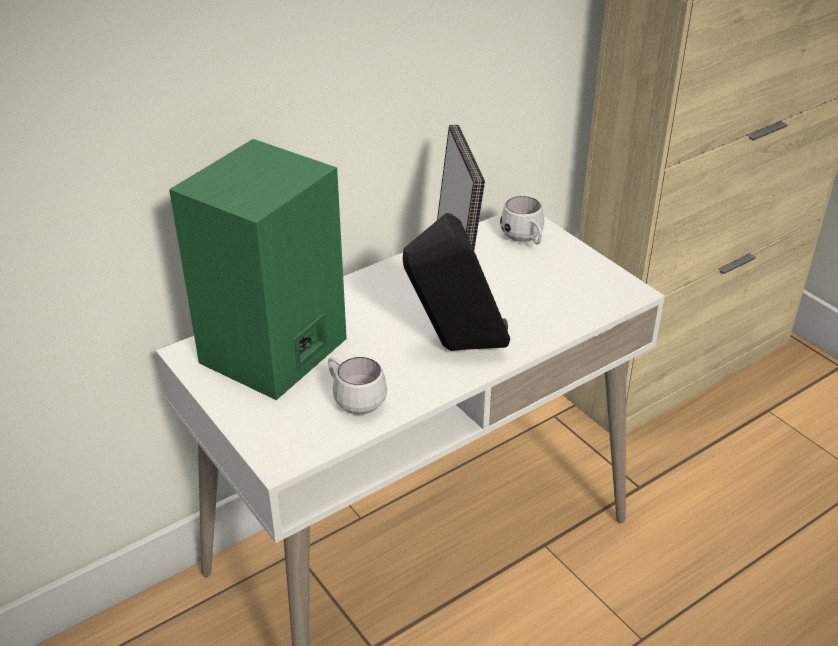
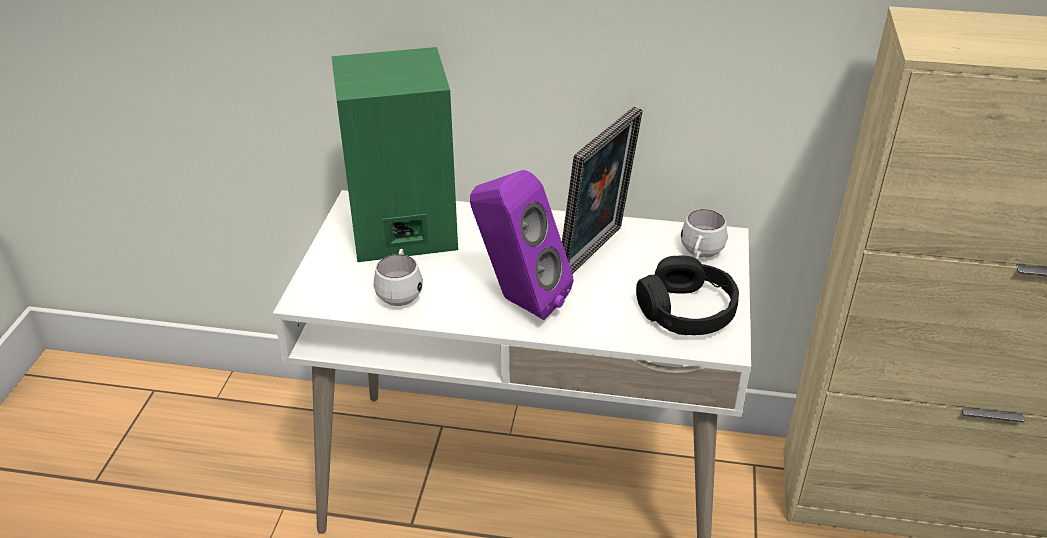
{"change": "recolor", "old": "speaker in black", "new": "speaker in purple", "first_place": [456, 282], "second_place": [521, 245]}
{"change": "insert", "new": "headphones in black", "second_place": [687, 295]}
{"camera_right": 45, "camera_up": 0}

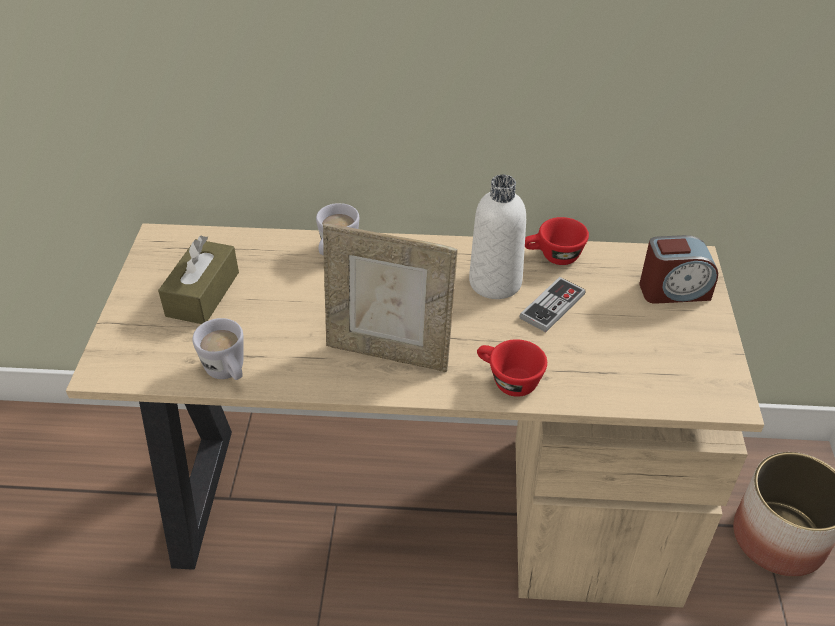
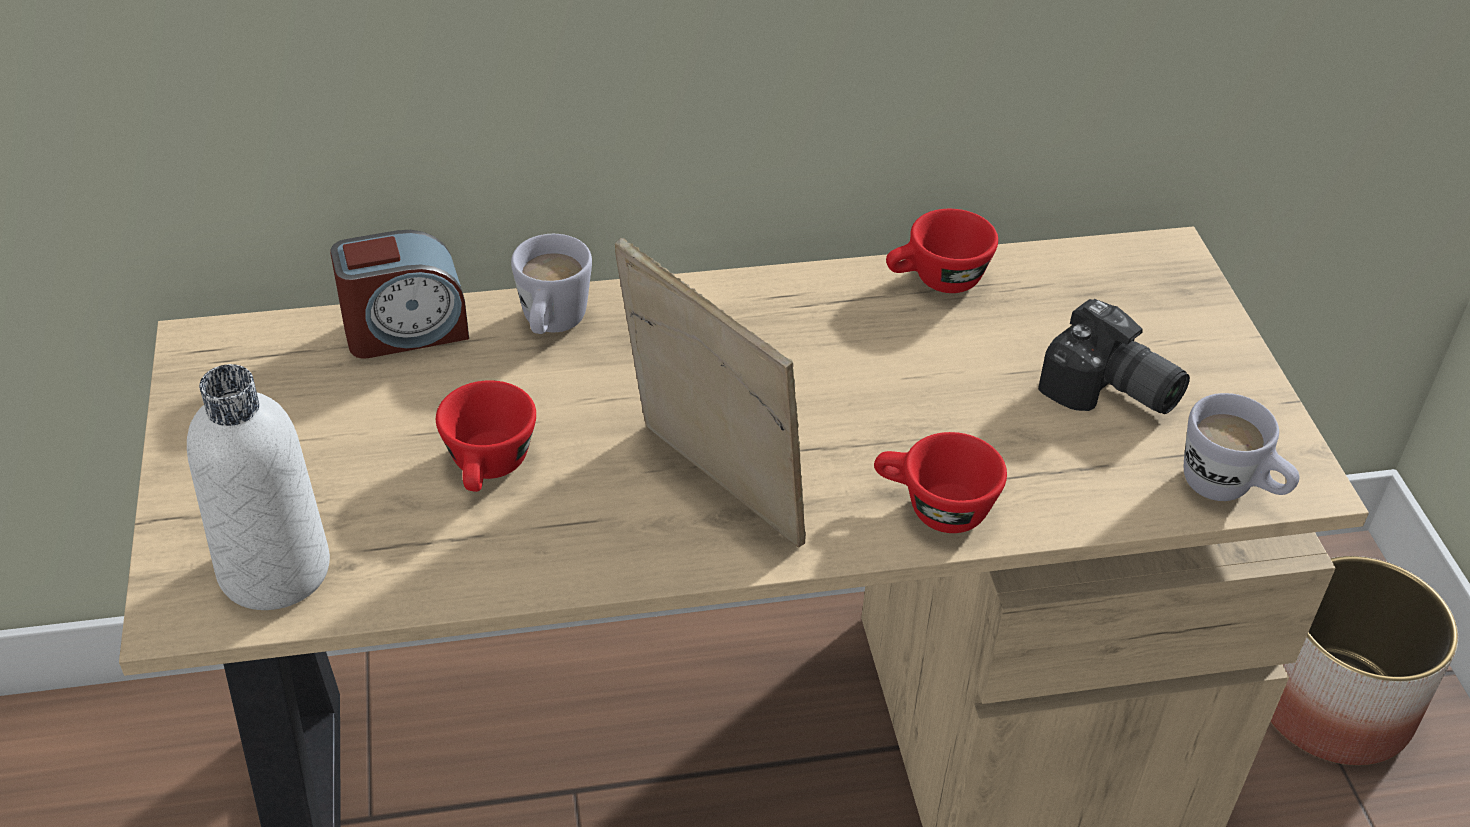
{"change": "move", "old": "bottle in white", "first_place": [497, 237], "second_place": [258, 487]}
{"change": "move", "old": "alarm clock", "first_place": [678, 269], "second_place": [399, 294]}
{"change": "insert", "new": "cup in red", "second_place": [486, 436]}
{"change": "rotate", "old": "picture frame", "first_place": [390, 297], "second_place": [710, 393], "degrees": -135}
{"change": "insert", "new": "photo camera", "second_place": [1114, 356]}
{"change": "move", "old": "mug in white", "first_place": [218, 349], "second_place": [1241, 447]}
{"change": "delete", "old": "tissue box in brown", "first_place": [198, 279]}
{"change": "delete", "old": "game controller", "first_place": [552, 304]}
{"camera_right": -15, "camera_up": 0}

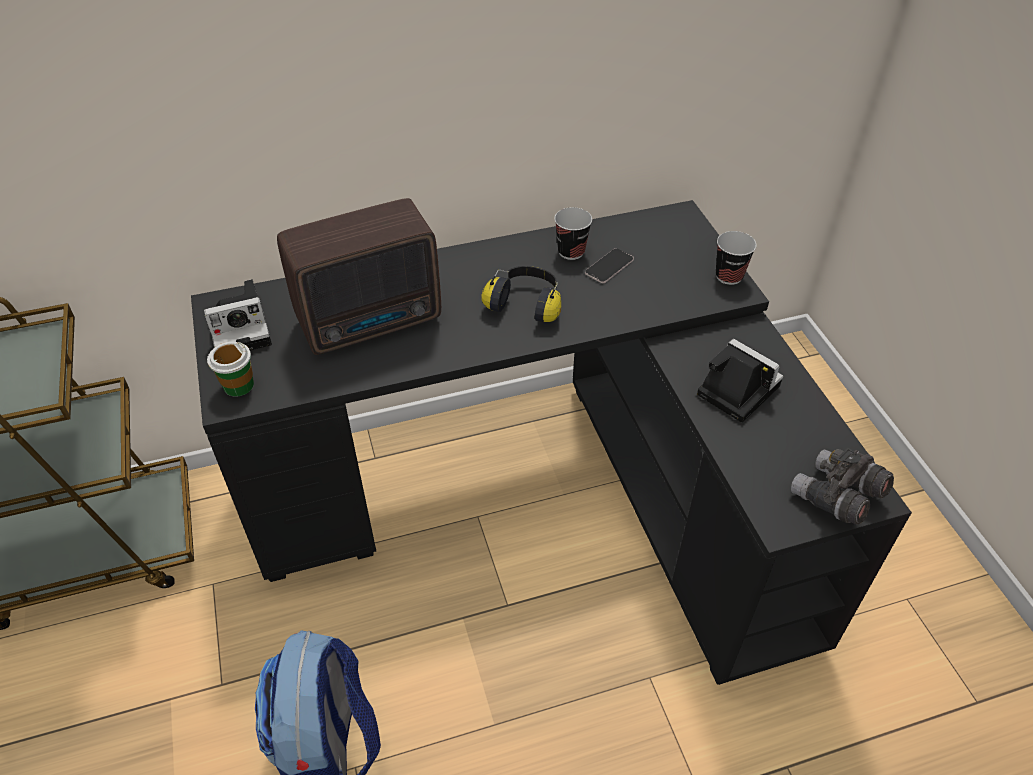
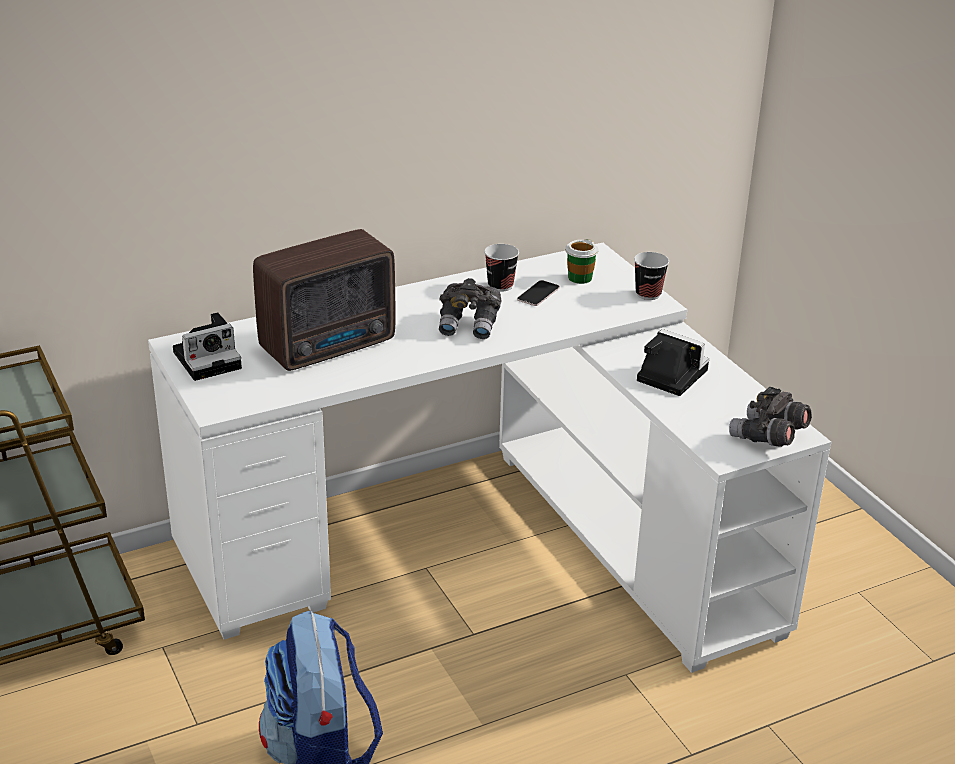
{"change": "recolor", "old": "desk in black", "new": "desk in white", "first_place": [551, 442], "second_place": [489, 458]}
{"change": "replace", "old": "headphones", "new": "binoculars in grey", "first_place": [521, 294], "second_place": [470, 308]}
{"change": "move", "old": "cup", "first_place": [230, 368], "second_place": [581, 261]}
{"camera_right": -10, "camera_up": -15}

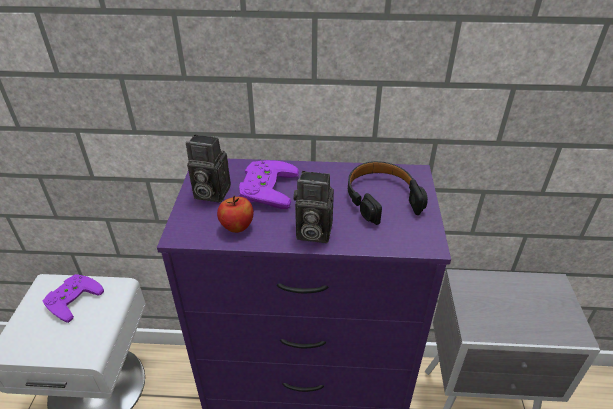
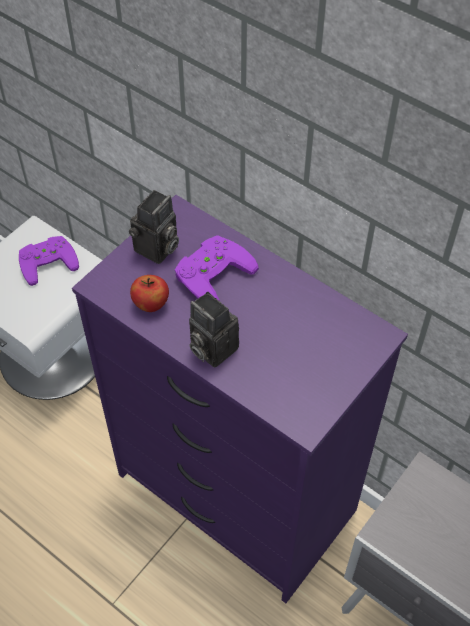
{"change": "rotate", "old": "photo camera", "first_place": [208, 169], "second_place": [154, 227], "degrees": -105}
{"change": "delete", "old": "headphones in black", "first_place": [388, 193]}
{"camera_right": 35, "camera_up": 15}

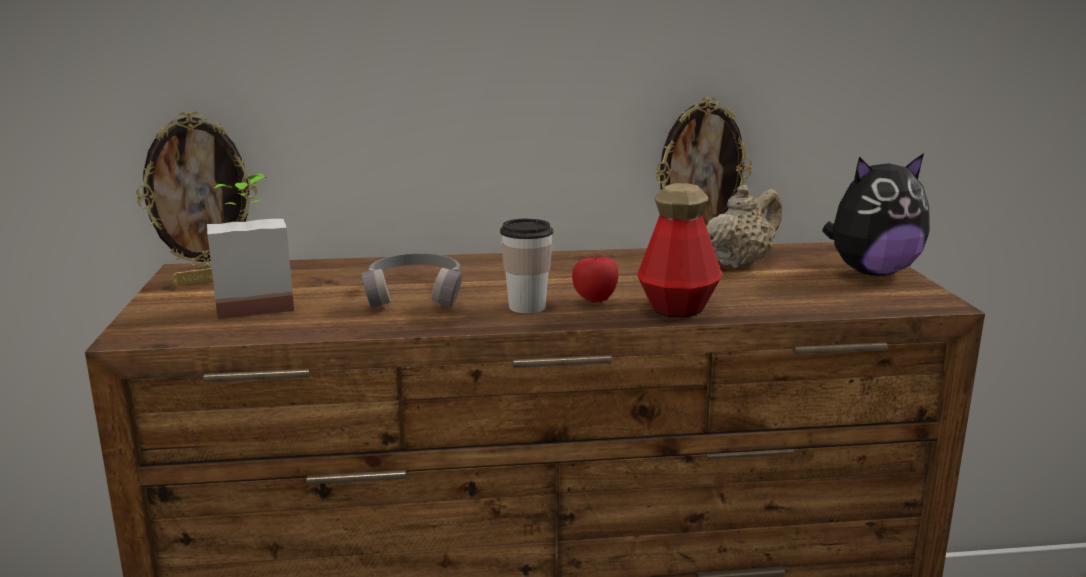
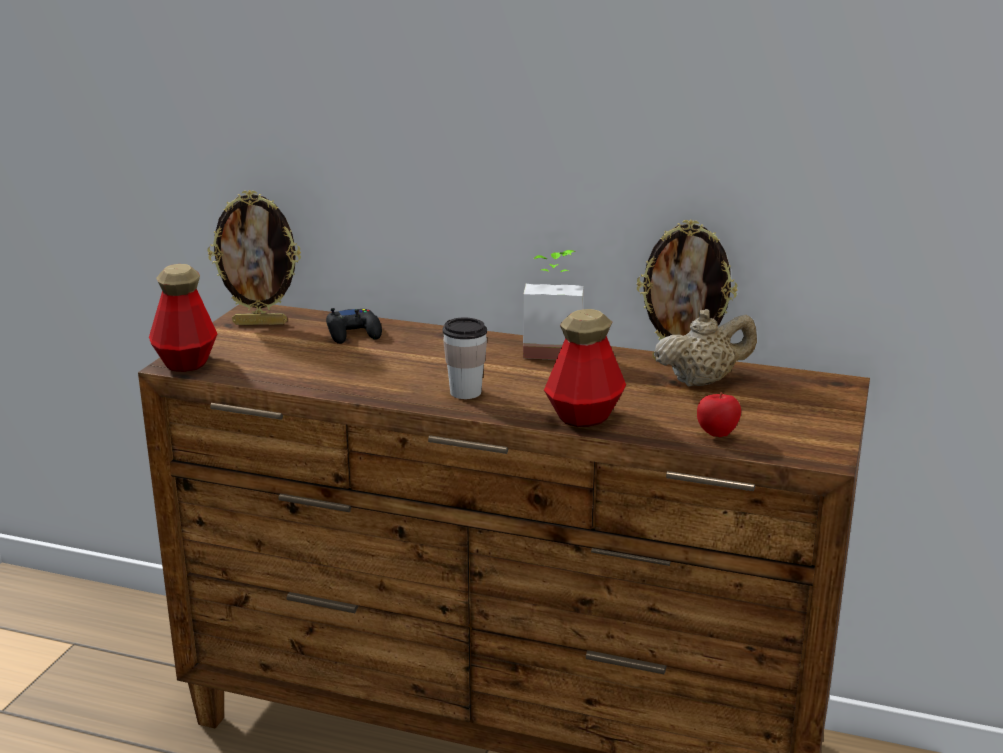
{"change": "insert", "new": "bottle", "second_place": [183, 318]}
{"change": "insert", "new": "game controller in black", "second_place": [354, 326]}
{"change": "move", "old": "potted plant", "first_place": [250, 246], "second_place": [553, 305]}
{"change": "move", "old": "apple", "first_place": [595, 278], "second_place": [719, 415]}
{"change": "delete", "old": "headphones in grey", "first_place": [412, 280]}
{"change": "delete", "old": "plush toy", "first_place": [876, 214]}
{"camera_right": 25, "camera_up": 5}

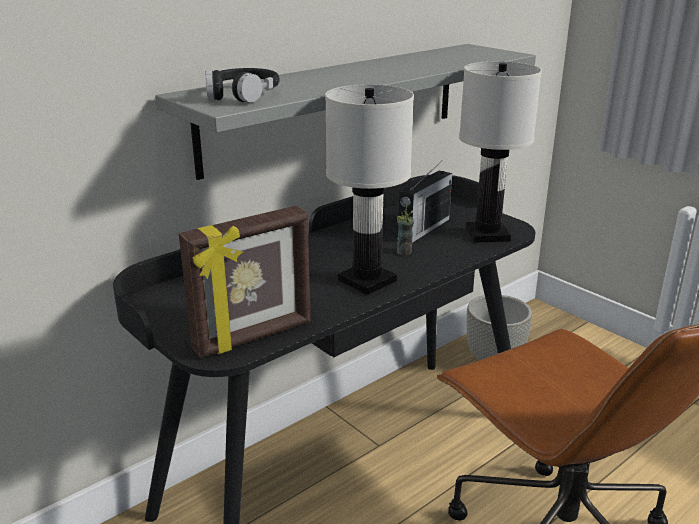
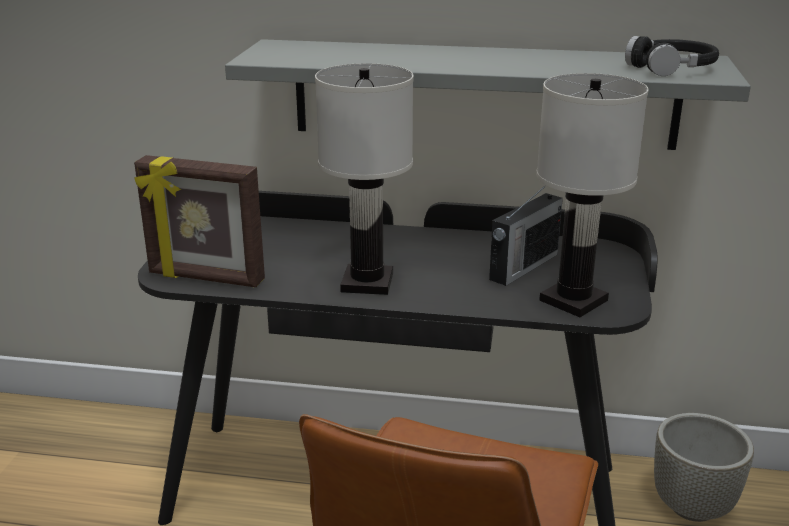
{"change": "rotate", "old": "radio", "first_place": [425, 203], "second_place": [526, 235], "degrees": -45}
{"change": "move", "old": "headphones in black", "first_place": [243, 85], "second_place": [672, 56]}
{"change": "delete", "old": "cup", "first_place": [405, 229]}
{"camera_right": 50, "camera_up": 0}

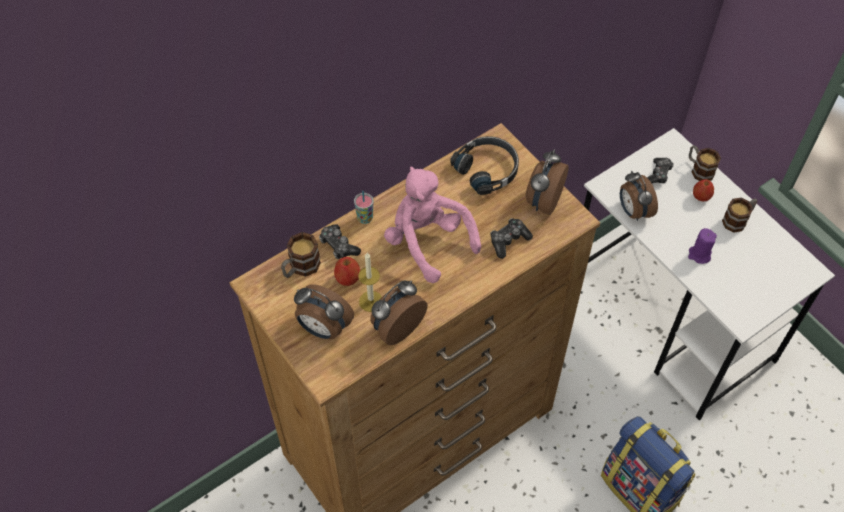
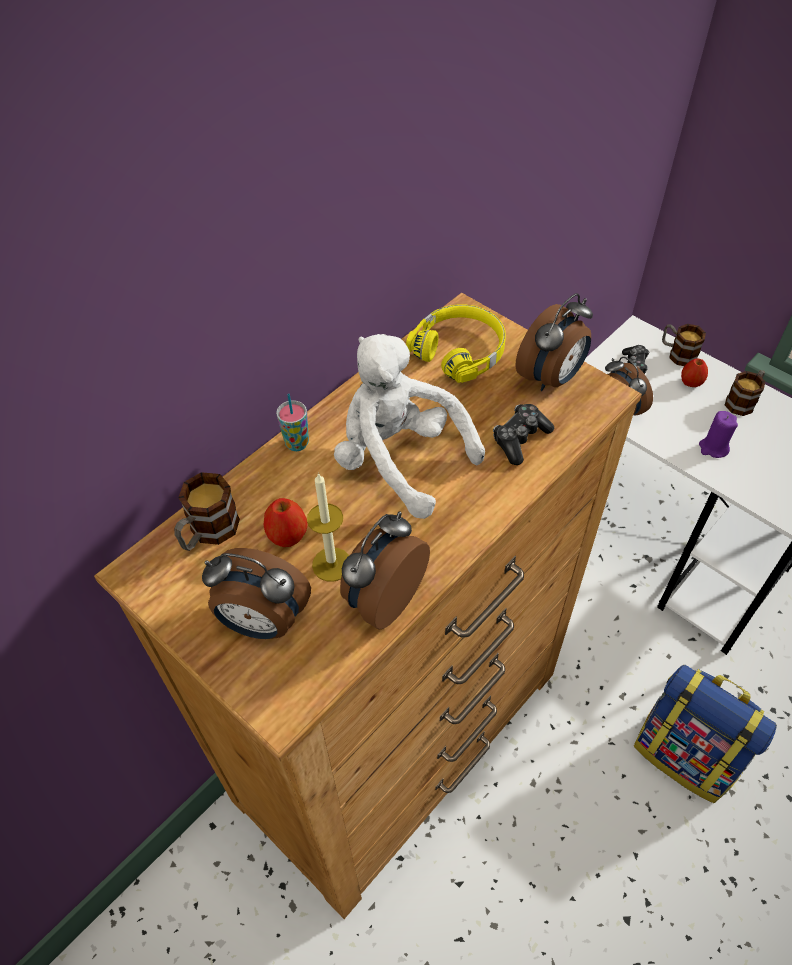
{"change": "recolor", "old": "plush toy in pink", "new": "plush toy in white", "first_place": [432, 225], "second_place": [409, 426]}
{"change": "recolor", "old": "headphones in black", "new": "headphones in yellow", "first_place": [484, 165], "second_place": [456, 343]}
{"change": "rotate", "old": "alarm clock", "first_place": [547, 182], "second_place": [554, 342], "degrees": -150}
{"change": "delete", "old": "game controller", "first_place": [340, 241]}
{"camera_right": -10, "camera_up": -5}

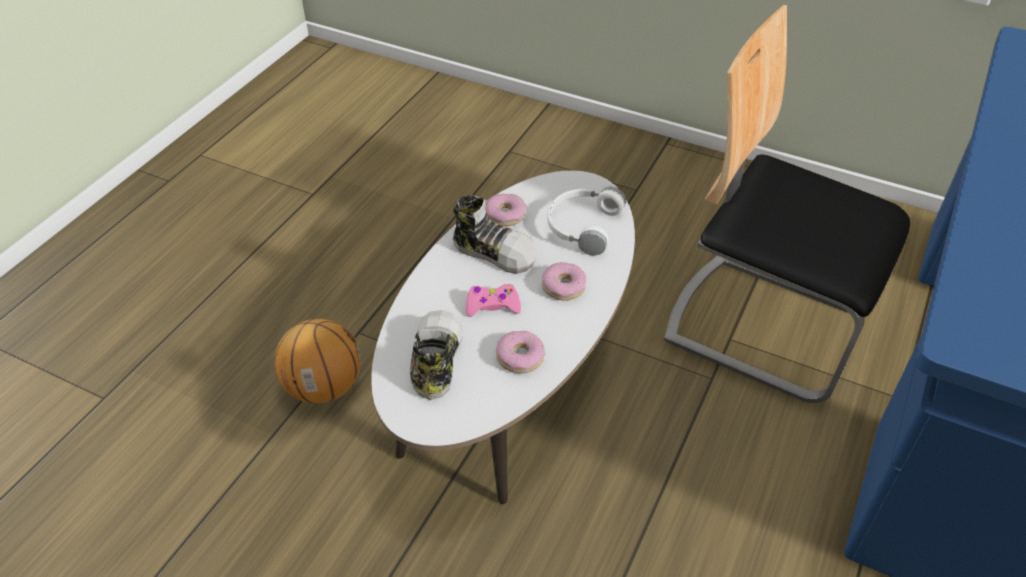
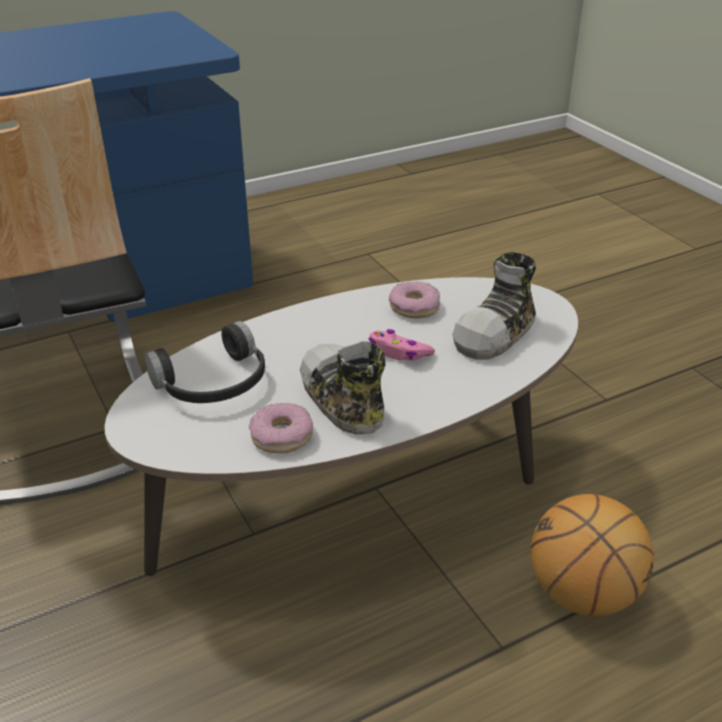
{"change": "recolor", "old": "headphones in white", "new": "headphones in black", "first_place": [586, 221], "second_place": [205, 362]}
{"change": "delete", "old": "donut", "first_place": [564, 281]}
{"camera_right": -145, "camera_up": -10}

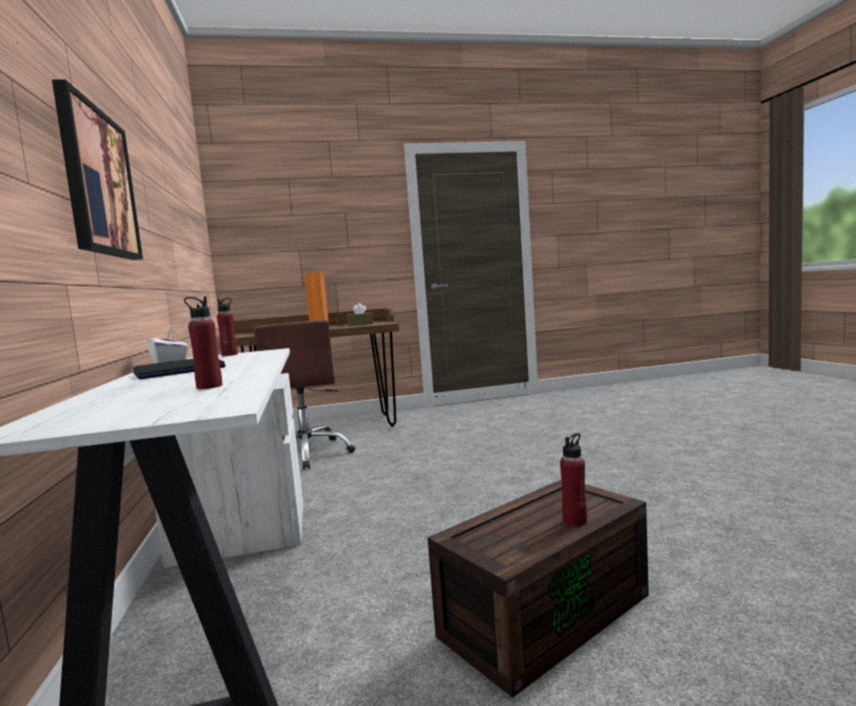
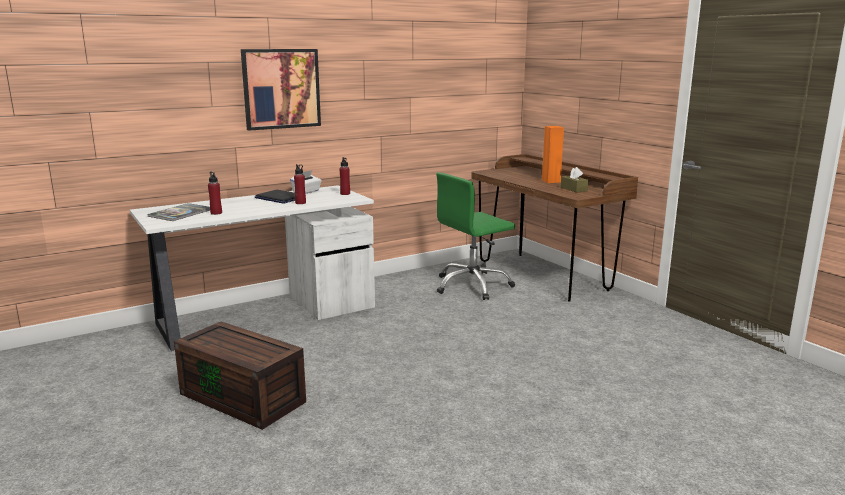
{"change": "insert", "new": "book", "second_place": [179, 212]}
{"change": "move", "old": "bottle in red", "first_place": [573, 479], "second_place": [300, 184]}
{"change": "recolor", "old": "office chair in brown", "new": "office chair in green", "first_place": [304, 395], "second_place": [475, 236]}
{"camera_right": 70, "camera_up": 10}

